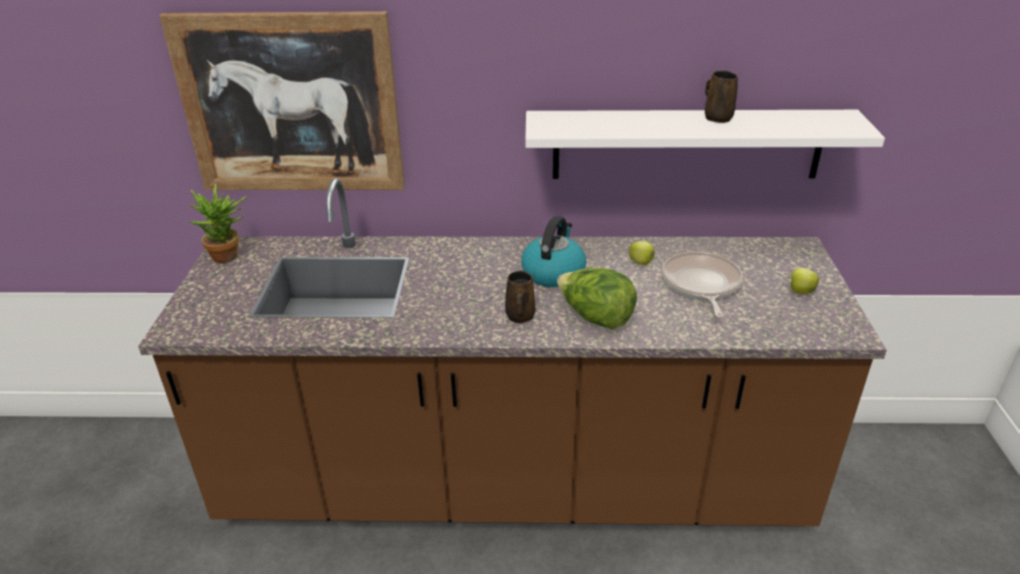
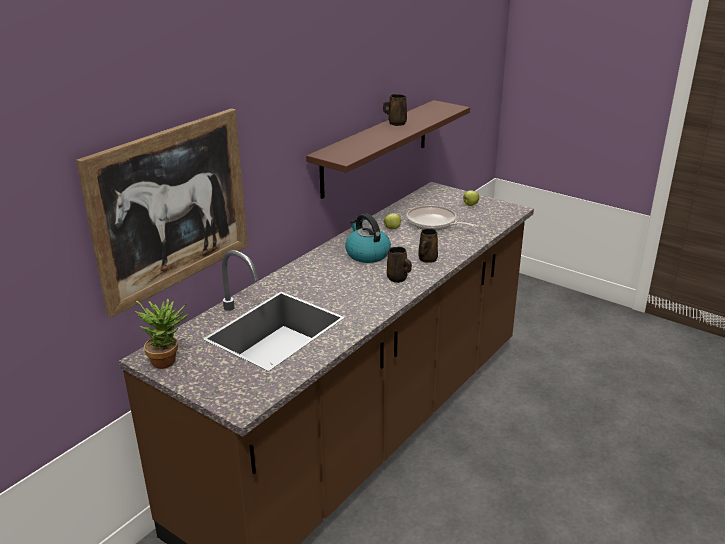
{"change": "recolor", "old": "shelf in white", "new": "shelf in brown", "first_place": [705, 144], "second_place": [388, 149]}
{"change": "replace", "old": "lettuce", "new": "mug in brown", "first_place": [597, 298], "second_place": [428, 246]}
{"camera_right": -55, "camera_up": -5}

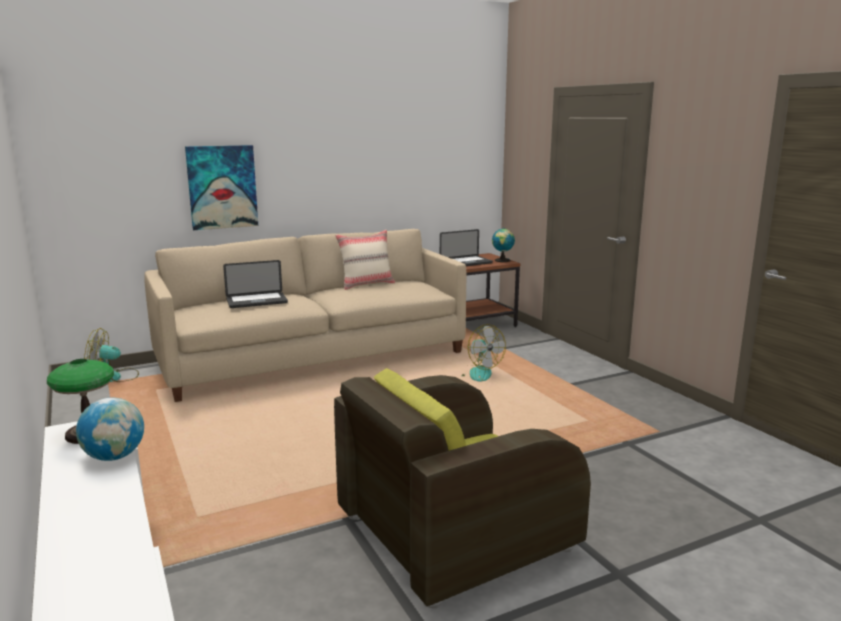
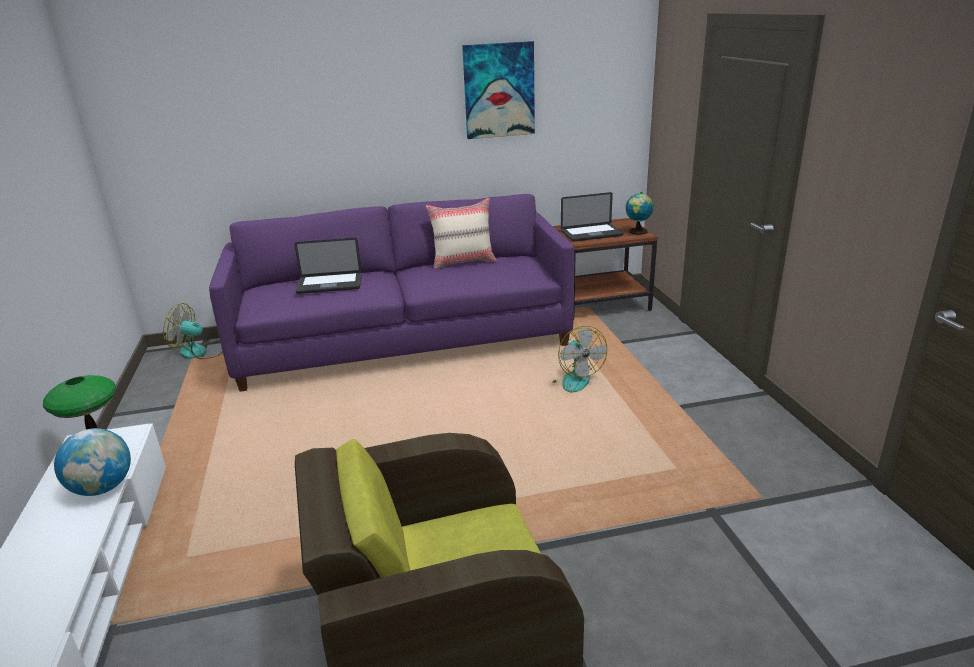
{"change": "recolor", "old": "sofa in beige", "new": "sofa in purple", "first_place": [305, 315], "second_place": [392, 293]}
{"change": "move", "old": "picture", "first_place": [221, 187], "second_place": [498, 90]}
{"camera_right": 15, "camera_up": 10}

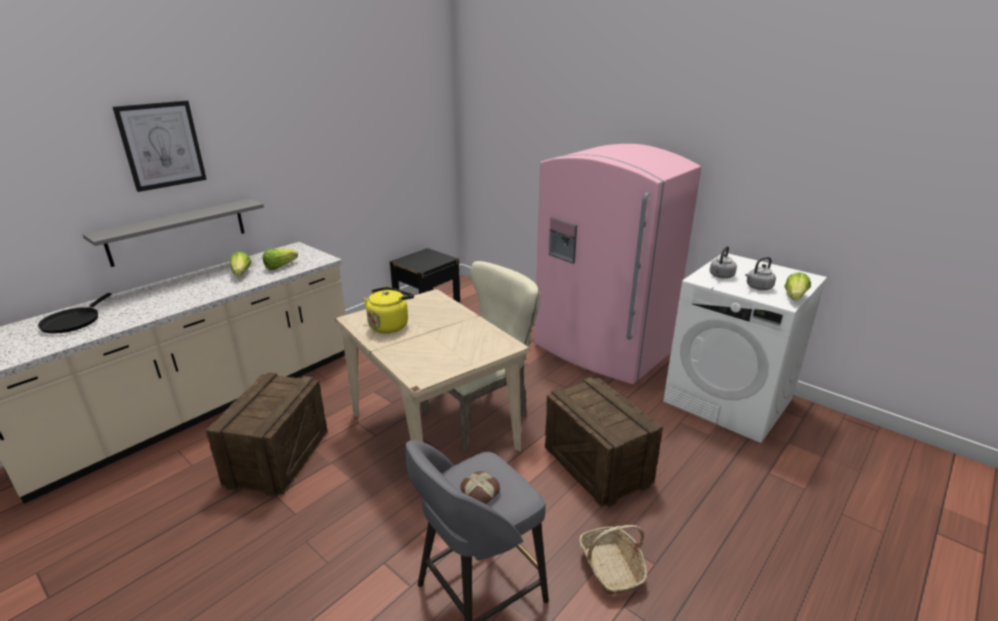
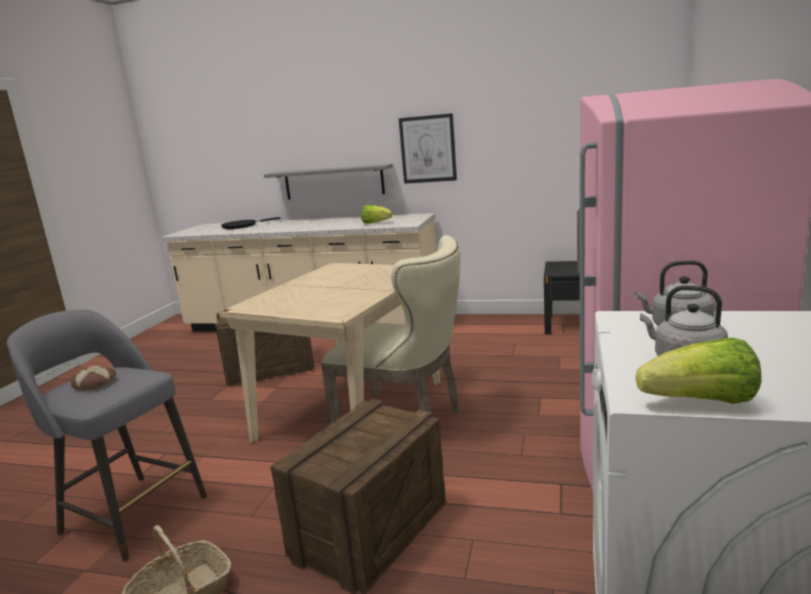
{"change": "move", "old": "picture", "first_place": [160, 146], "second_place": [428, 148]}
{"change": "delete", "old": "lettuce", "first_place": [241, 264]}
{"change": "delete", "old": "kettle in yellow", "first_place": [389, 310]}
{"camera_right": 65, "camera_up": -10}

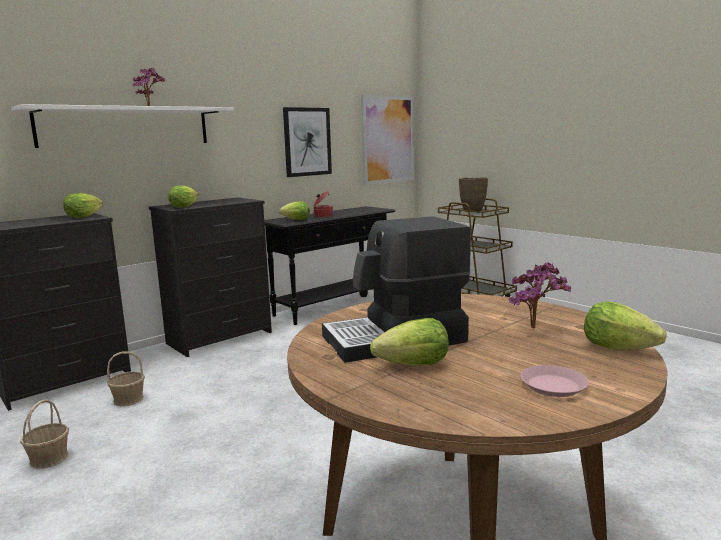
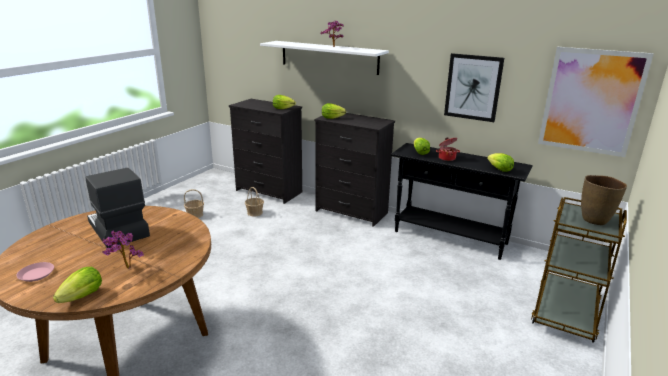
{"change": "move", "old": "lettuce", "first_place": [409, 341], "second_place": [500, 162]}
{"camera_right": 70, "camera_up": 10}

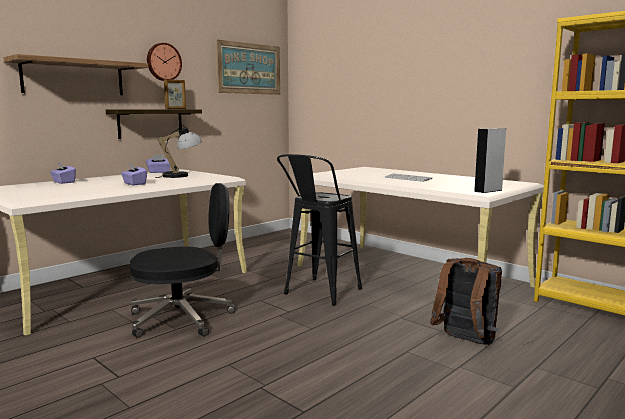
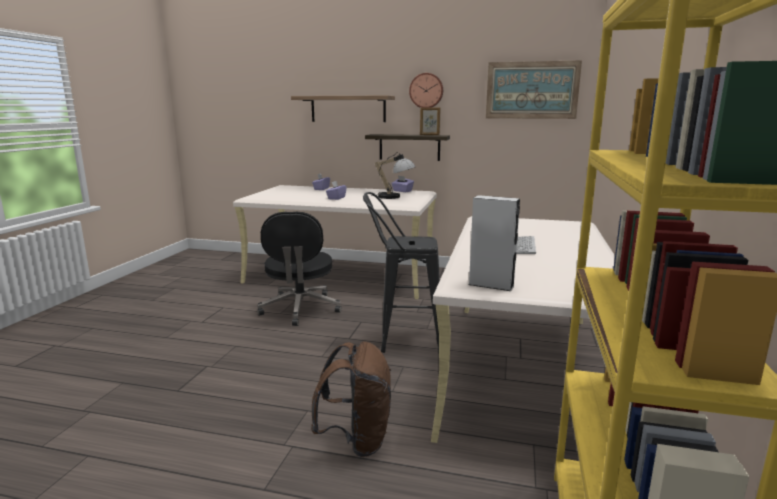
{"change": "rotate", "old": "office chair in black", "first_place": [182, 260], "second_place": [299, 269], "degrees": 45}
{"camera_right": 60, "camera_up": 5}

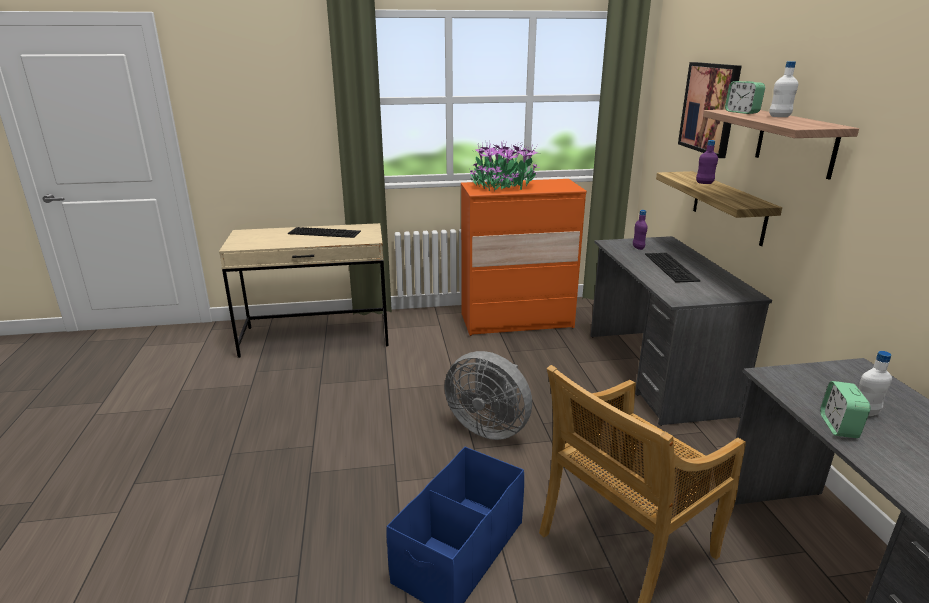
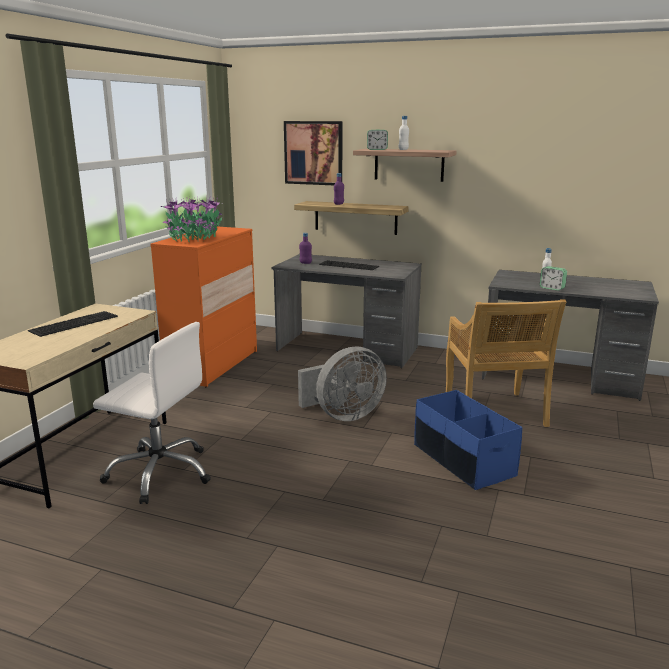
{"change": "insert", "new": "office chair in white", "second_place": [152, 413]}
{"camera_right": -60, "camera_up": -5}

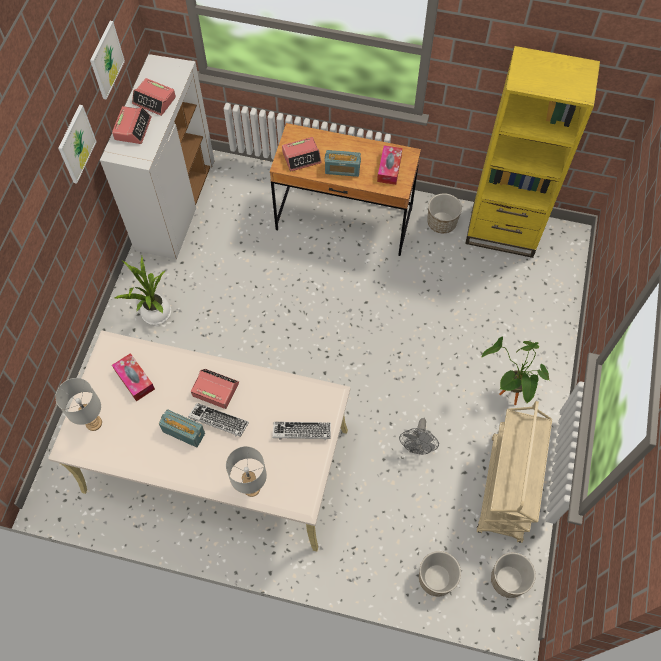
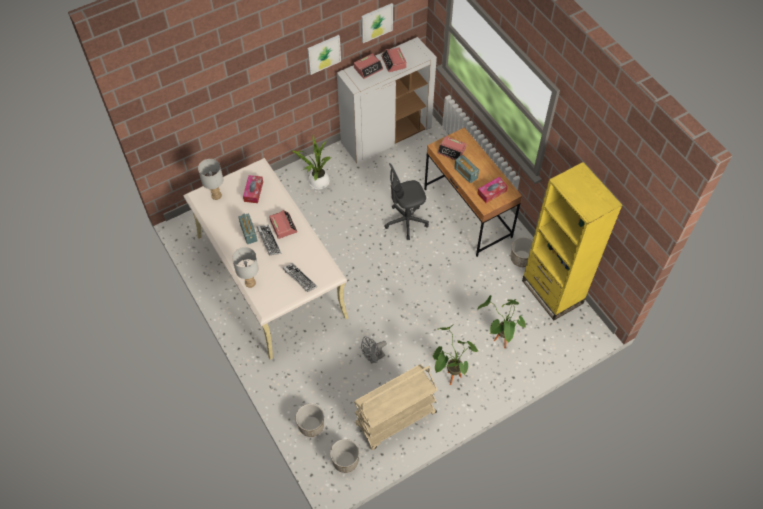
{"change": "insert", "new": "office chair in grey", "second_place": [406, 201]}
{"change": "insert", "new": "potted plant", "second_place": [501, 321]}
{"camera_right": 45, "camera_up": -5}

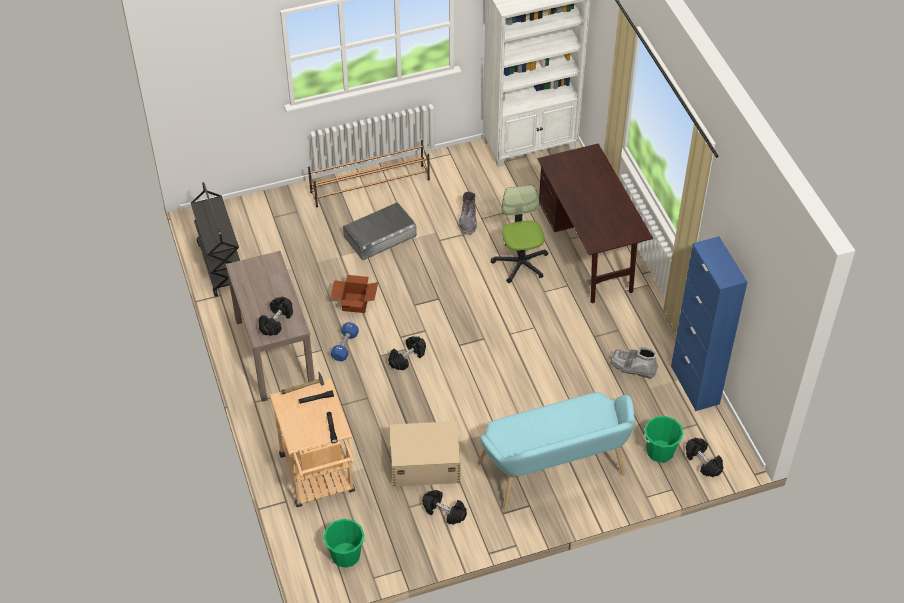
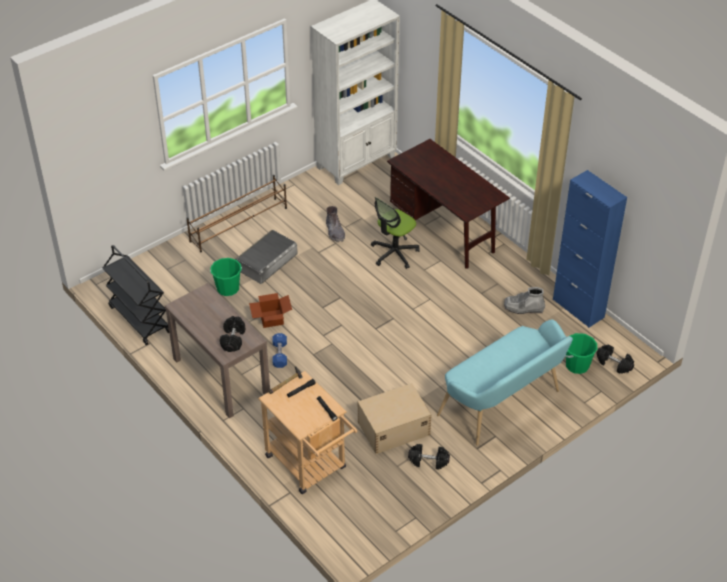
{"change": "move", "old": "bucket in green", "first_place": [344, 543], "second_place": [226, 277]}
{"change": "rotate", "old": "office chair", "first_place": [519, 234], "second_place": [395, 233], "degrees": -105}
{"change": "delete", "old": "dumbbell in black", "first_place": [407, 353]}
{"camera_right": -20, "camera_up": -5}

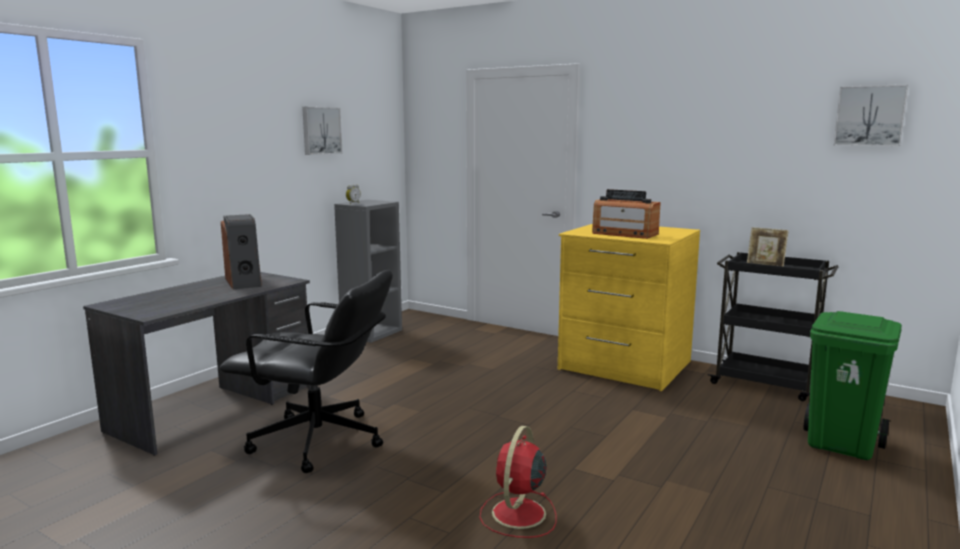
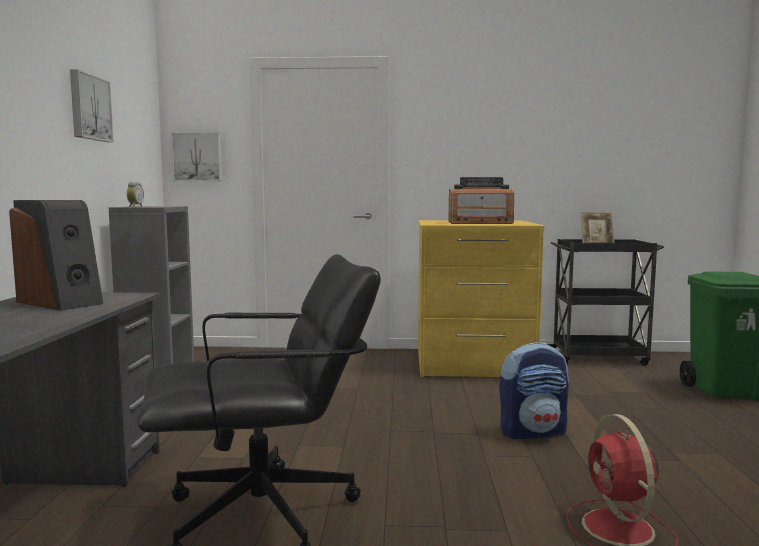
{"change": "move", "old": "picture", "first_place": [871, 115], "second_place": [196, 157]}
{"change": "insert", "new": "backpack", "second_place": [534, 390]}
{"camera_right": -30, "camera_up": -5}

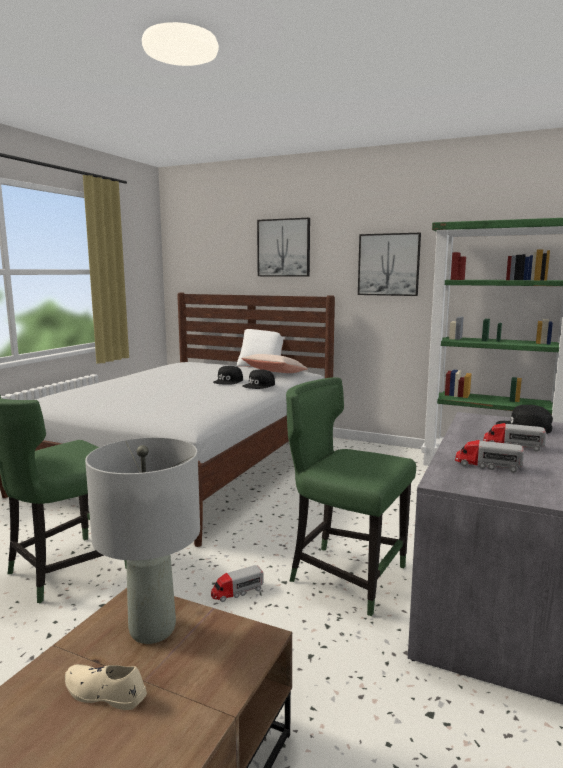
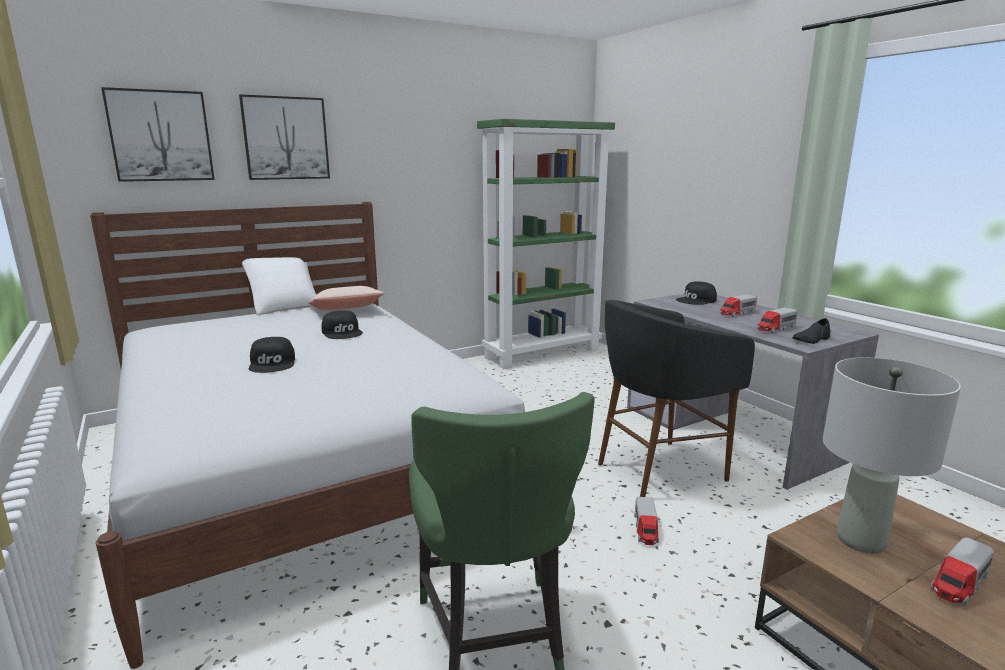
{"change": "move", "old": "picture", "first_place": [389, 264], "second_place": [158, 134]}
{"change": "move", "old": "cap in black", "first_place": [258, 379], "second_place": [272, 355]}
{"change": "replace", "old": "chair in green", "new": "stool in black", "first_place": [351, 496], "second_place": [676, 398]}
{"change": "insert", "new": "shoe in black", "second_place": [811, 331]}
{"change": "replace", "old": "shoe in beige", "new": "toy truck", "first_place": [106, 687], "second_place": [962, 571]}
{"camera_right": -55, "camera_up": 5}

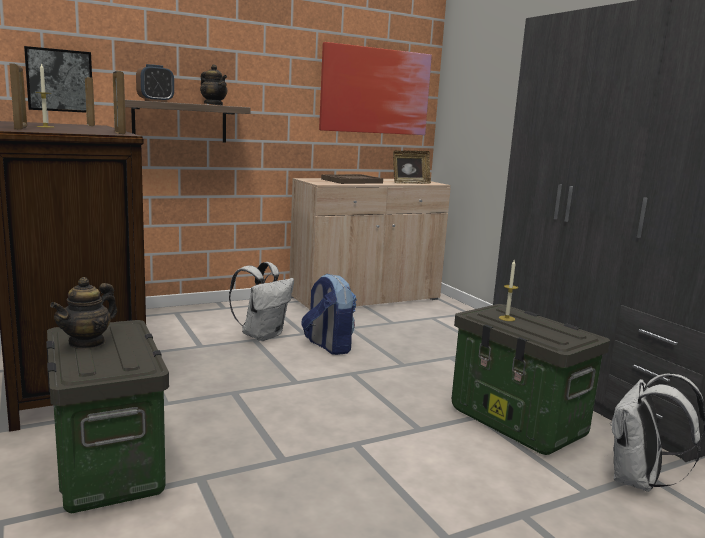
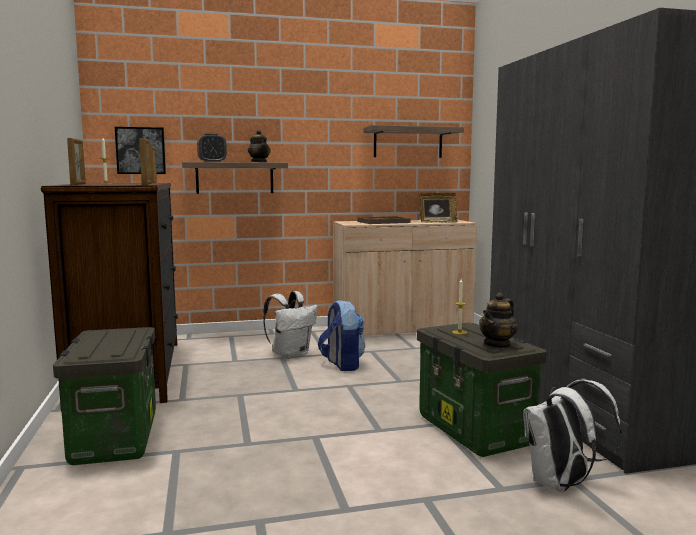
{"change": "replace", "old": "picture", "new": "shelf", "first_place": [375, 88], "second_place": [414, 141]}
{"change": "move", "old": "teapot", "first_place": [83, 313], "second_place": [498, 320]}
{"camera_right": 15, "camera_up": -5}

